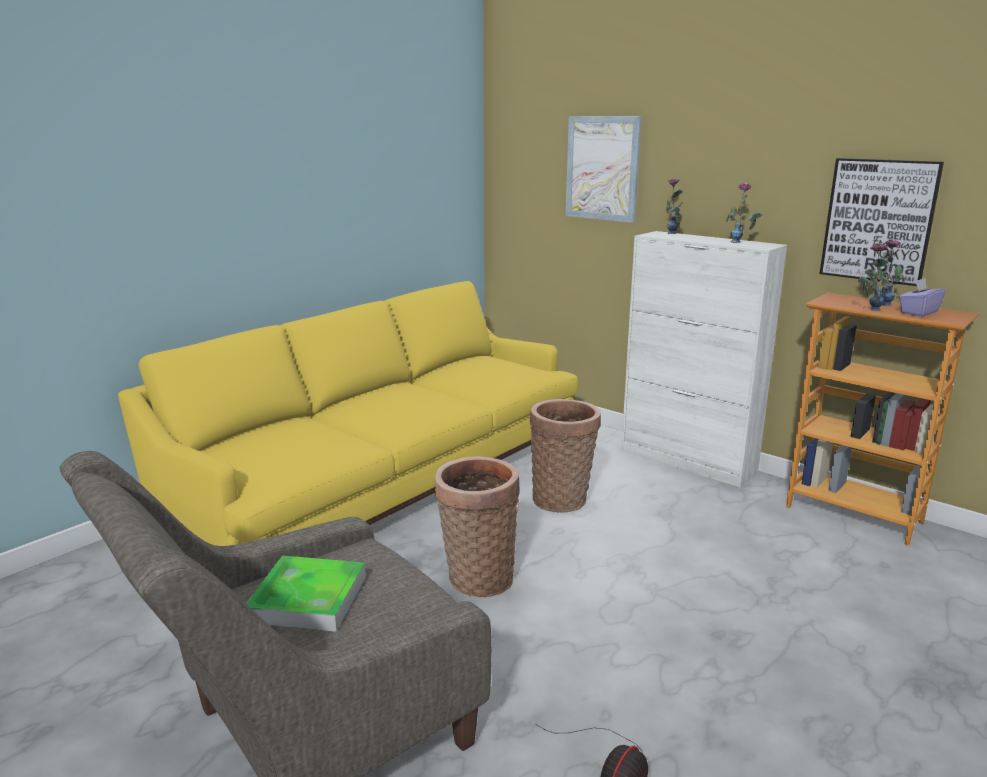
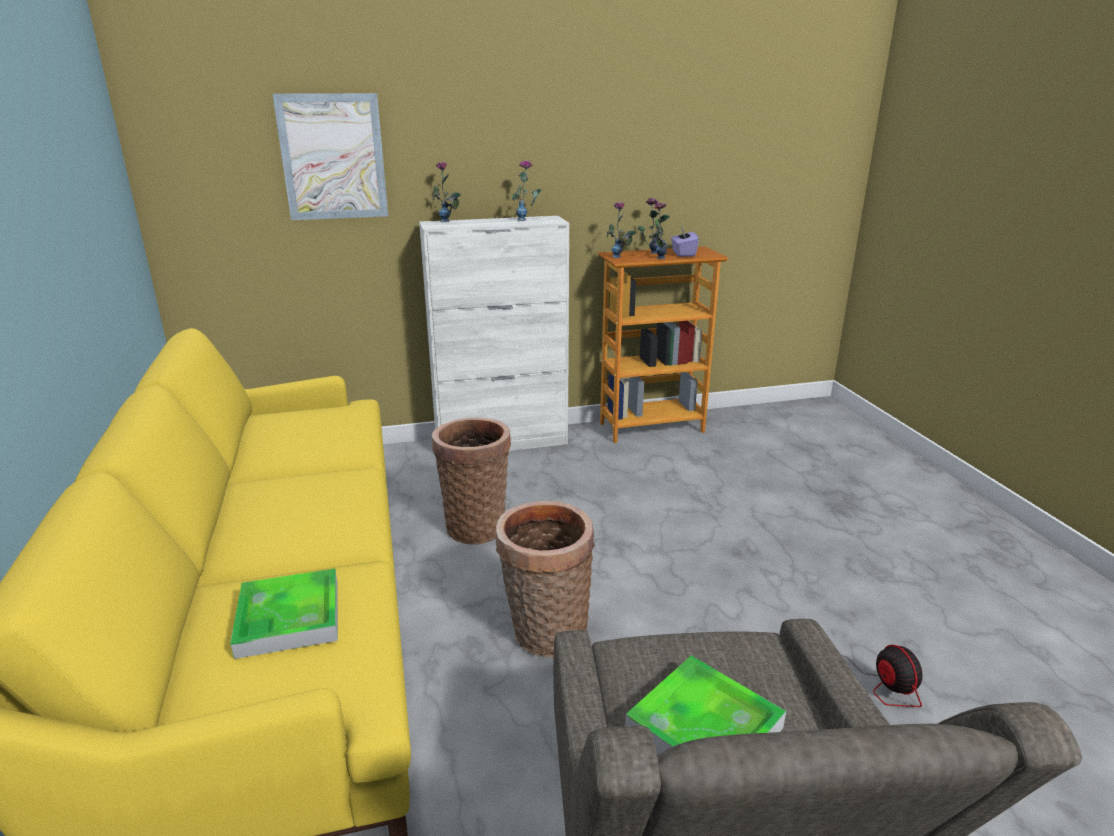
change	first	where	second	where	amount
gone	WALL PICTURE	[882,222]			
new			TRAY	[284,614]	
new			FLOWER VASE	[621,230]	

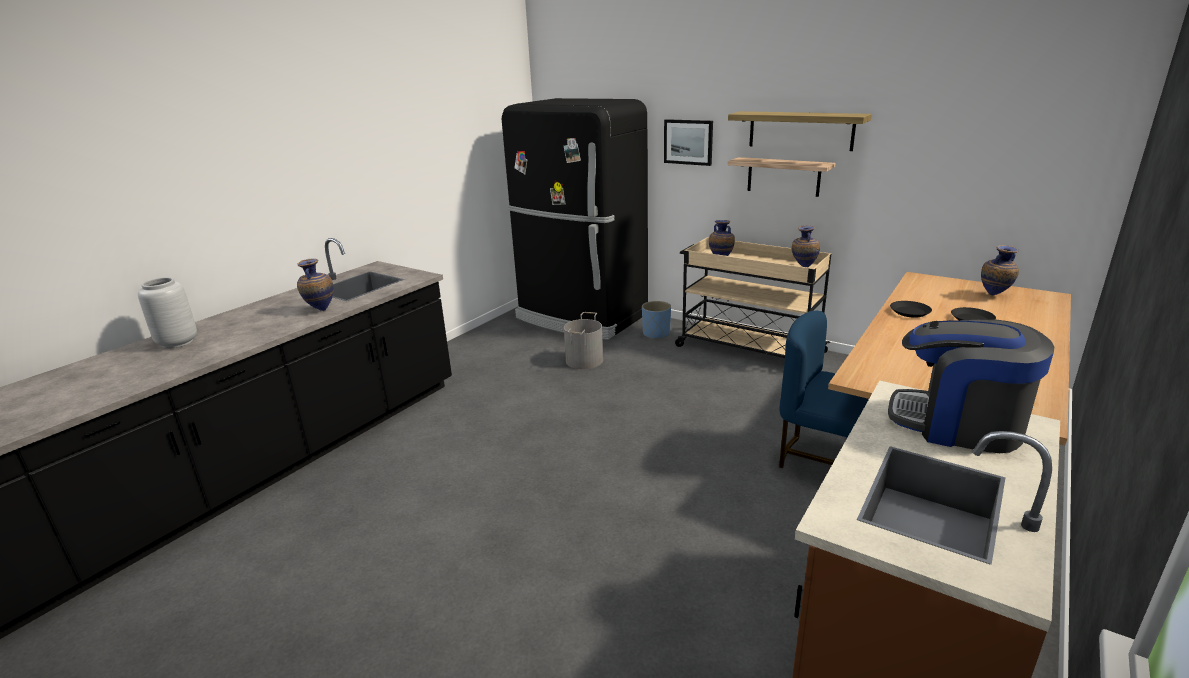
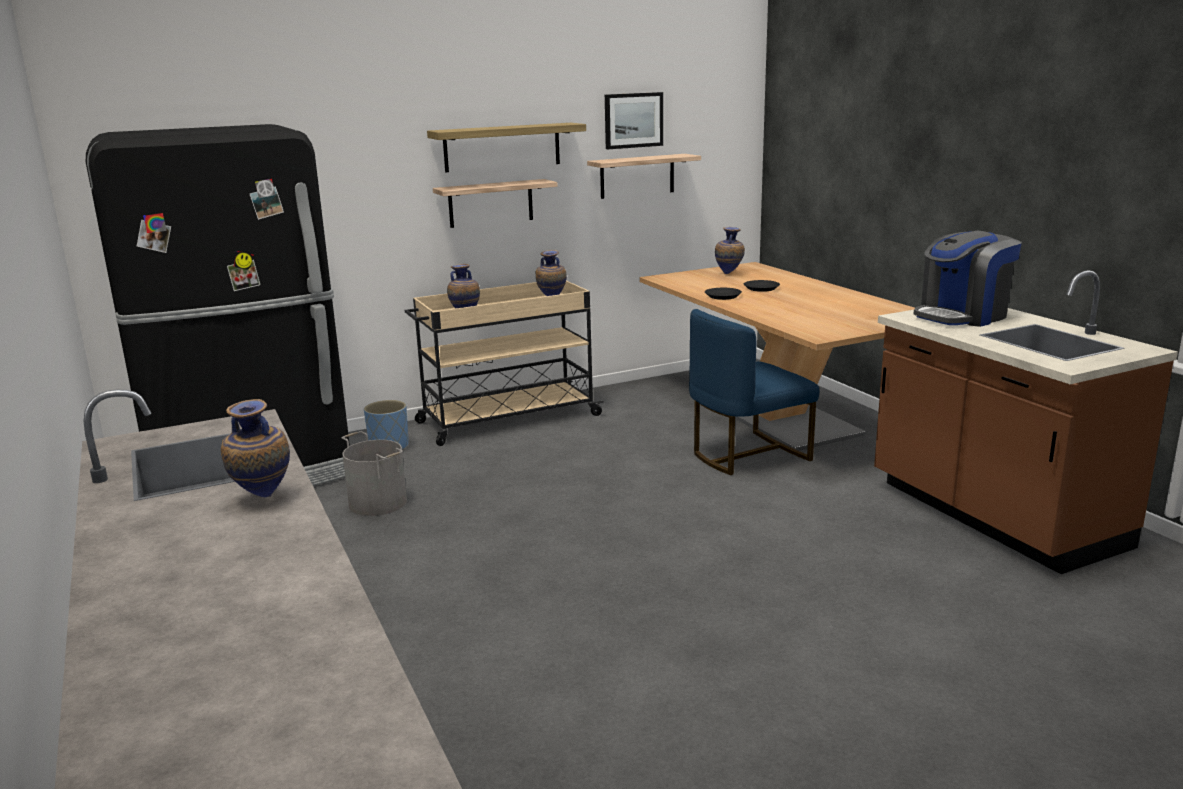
change	first	where	second	where	amount
gone	GRAY FLOWER VASE	[167,312]			
new			BRACKET SHELF	[644,176]	
shifted	WALL PICTURE	[688,142]		[634,120]	

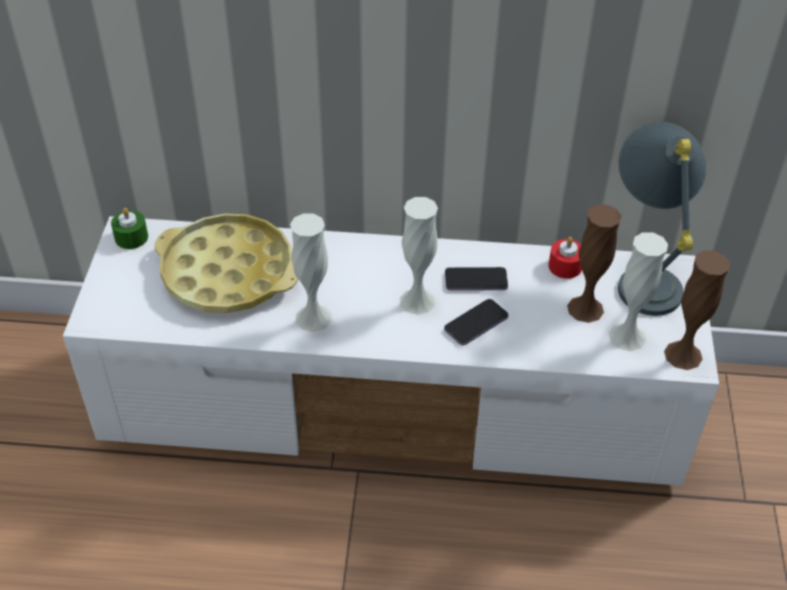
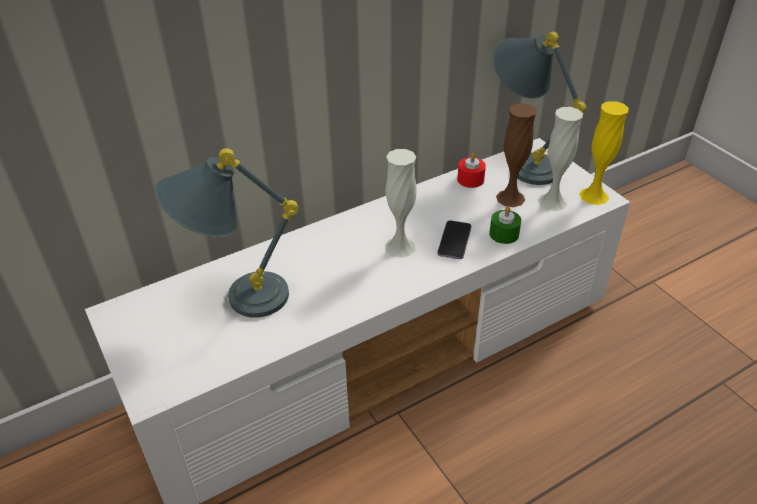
change	first	where	second	where	amount
gone	WHITE FLOWER VASE	[310,272]			
gone	TELEPHONE	[476,279]			
shifted	GREEN WAX CANDLE	[129,228]		[505,225]	
swapped	YELLOW-COLOURED TRAY	[226,263]	GRAY TABLE LAMP	[226,233]	
repainted	BROWNISH FLOWER VASE	[697,310]	YELLOW-COLOURED FLOWER VASE	[604,153]	

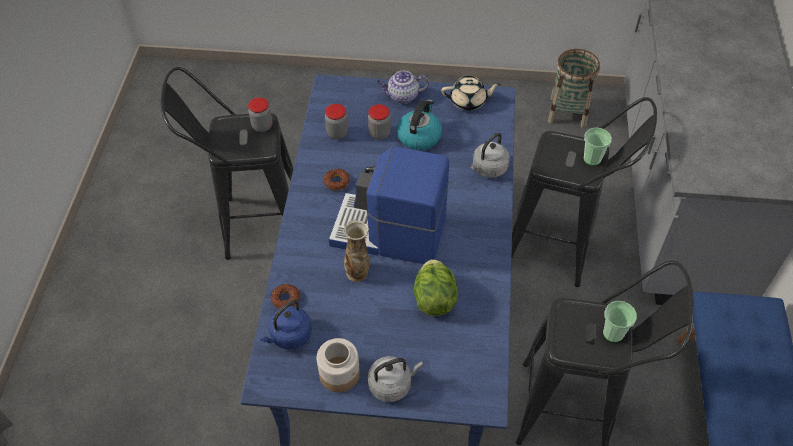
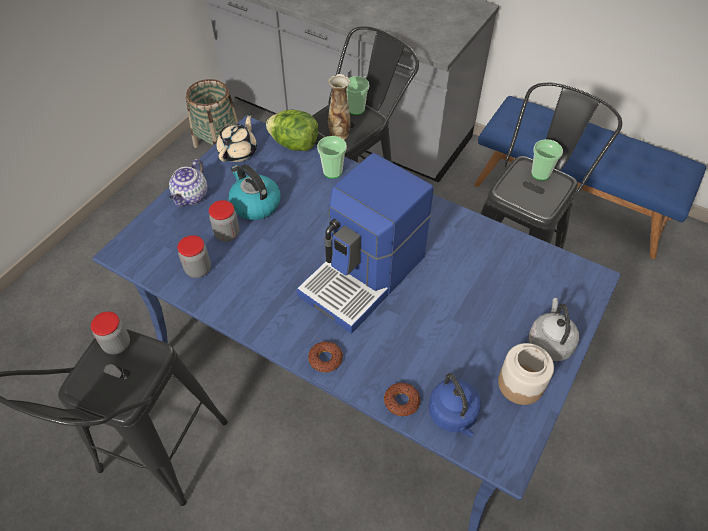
change	first	where	second	where	amount
shifted	DONUT	[336,179]		[325,356]	
shifted	FLOWER VASE	[356,251]		[339,107]	
shifted	LETTUCE HEAD	[435,287]		[292,130]	
swapped	GRAY WATER KETTLE	[490,155]	SMALL CUP	[332,157]	

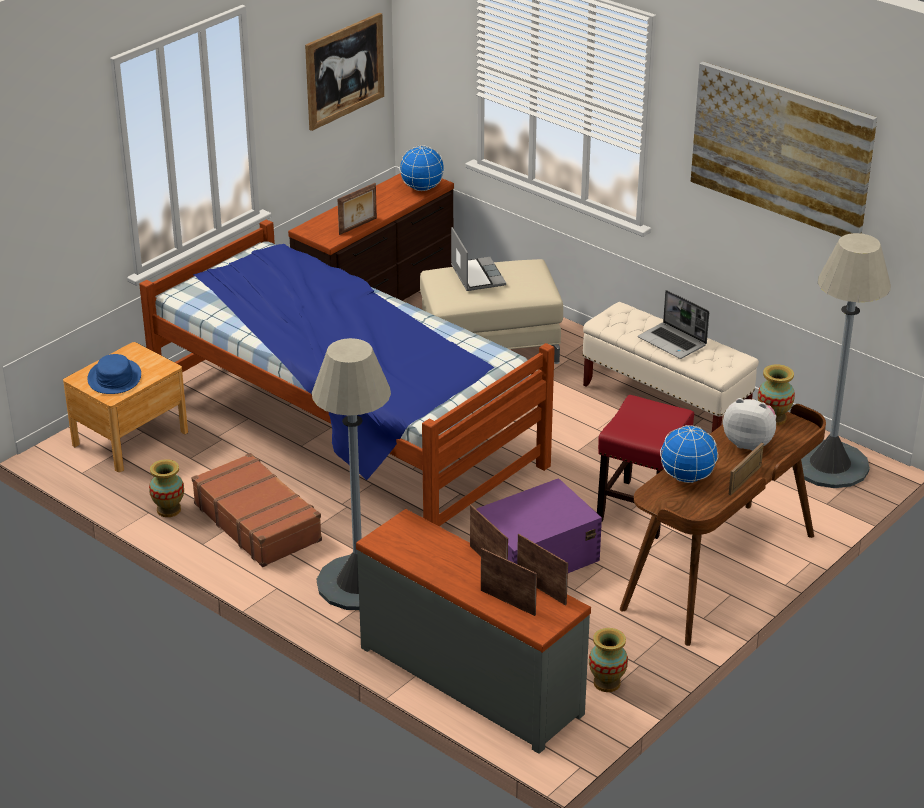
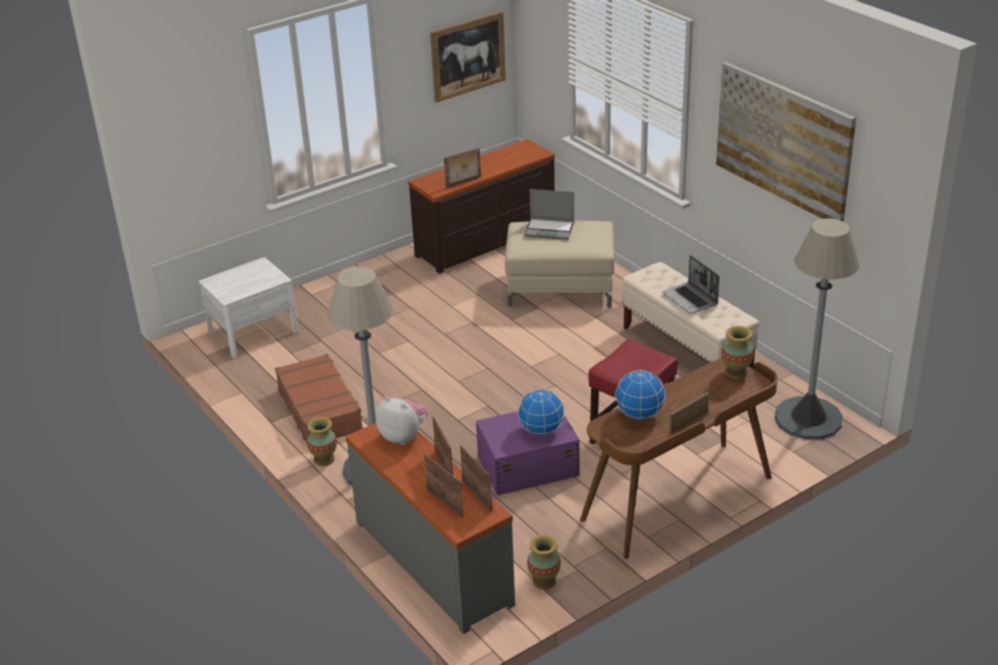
change	first	where	second	where	amount
gone	BLUISH WEARABLE HAT	[114,374]			
gone	SLEEPING BED	[347,372]			
shifted	FLOWER VASE	[166,488]		[322,441]	
shifted	WORLD GLOBE	[422,168]		[541,412]	
shifted	SOFT TOY	[749,424]		[401,421]	
repainted	BROWNISH NIGHT TABLE	[125,407]	WHITE NIGHT TABLE	[248,307]	
rotated	NOTEBOOK COMPUTER	[478,259]		[549,214]	105 degrees clockwise

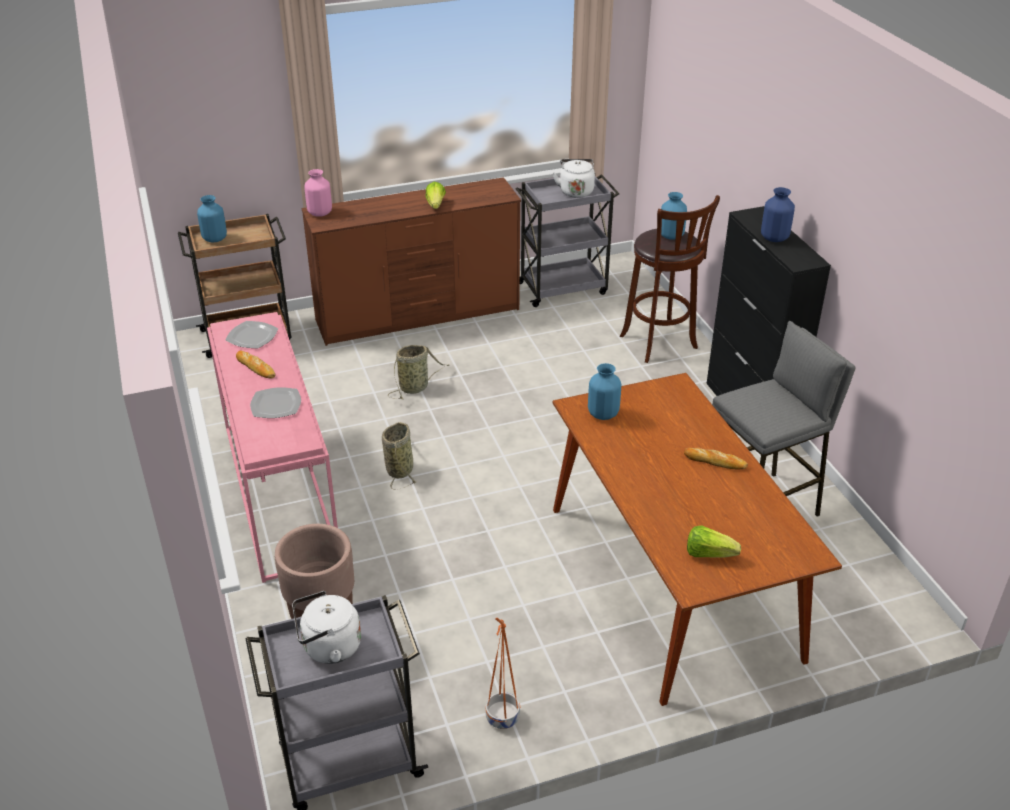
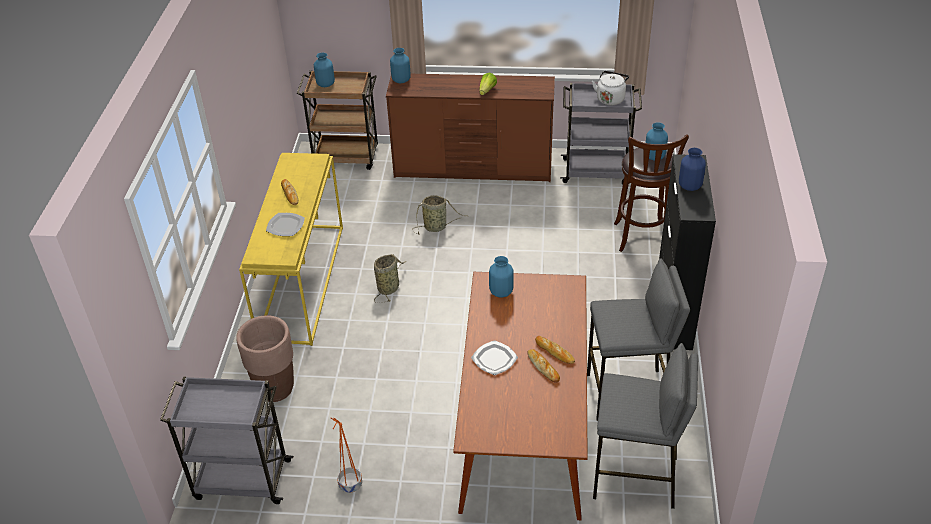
change	first	where	second	where	amount
gone	WHITE WATER KETTLE	[326,627]			
gone	LETTUCE HEAD	[714,541]			
new			BREAD	[544,366]	
new			GRAY SITTING STOOL	[645,426]	
shifted	DINNER PLATE	[252,334]		[494,357]	
repainted	PINKISH CONSOLE TABLE	[272,447]	YELLOW-COLOURED CONSOLE TABLE	[291,249]	
repainted	PINKISH FLOWER VASE	[318,193]	BLUISH FLOWER VASE	[400,65]	

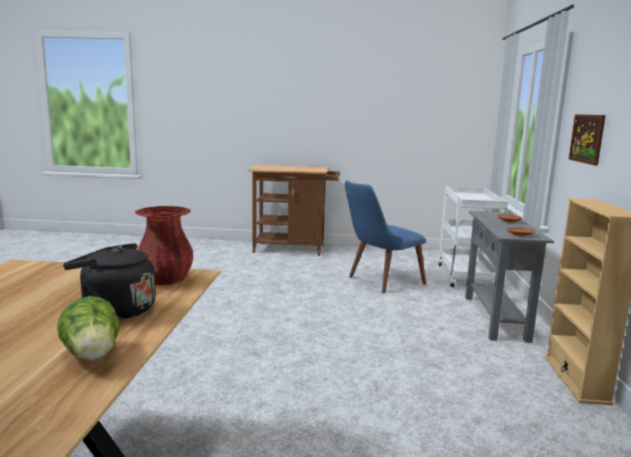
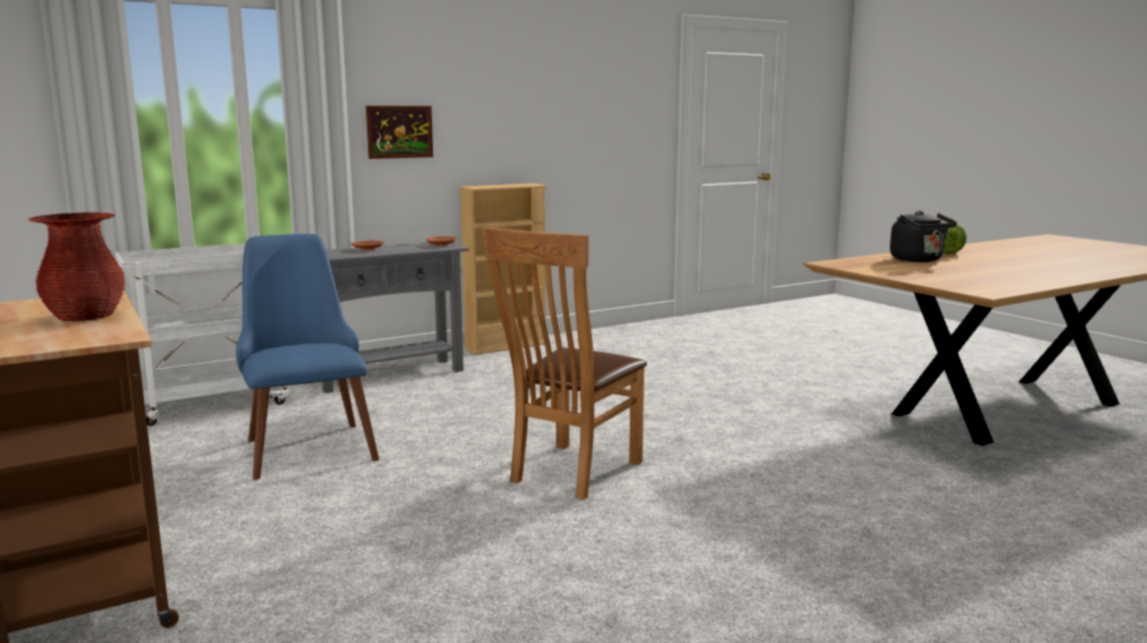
change	first	where	second	where	amount
new			BROWNISH UPRIGHT CHAIR	[564,363]	
shifted	RED FLOWER VASE	[164,245]		[76,266]	
rotated	BLUISH UPRIGHT CHAIR	[385,236]		[307,357]	135 degrees counterclockwise

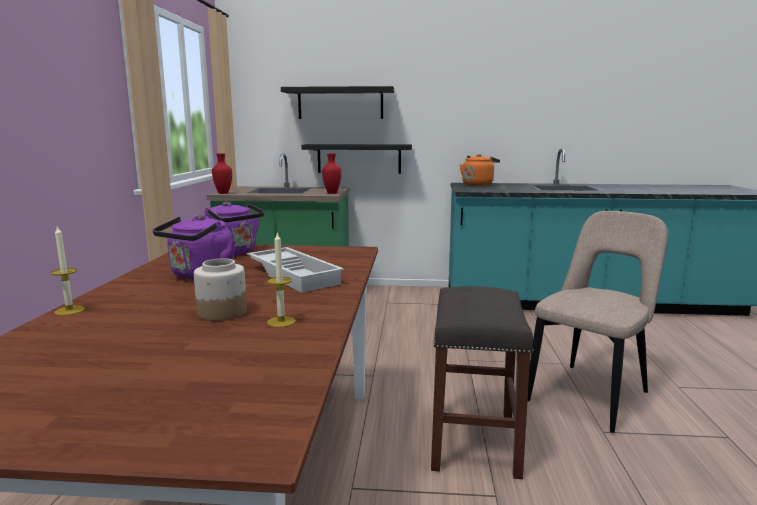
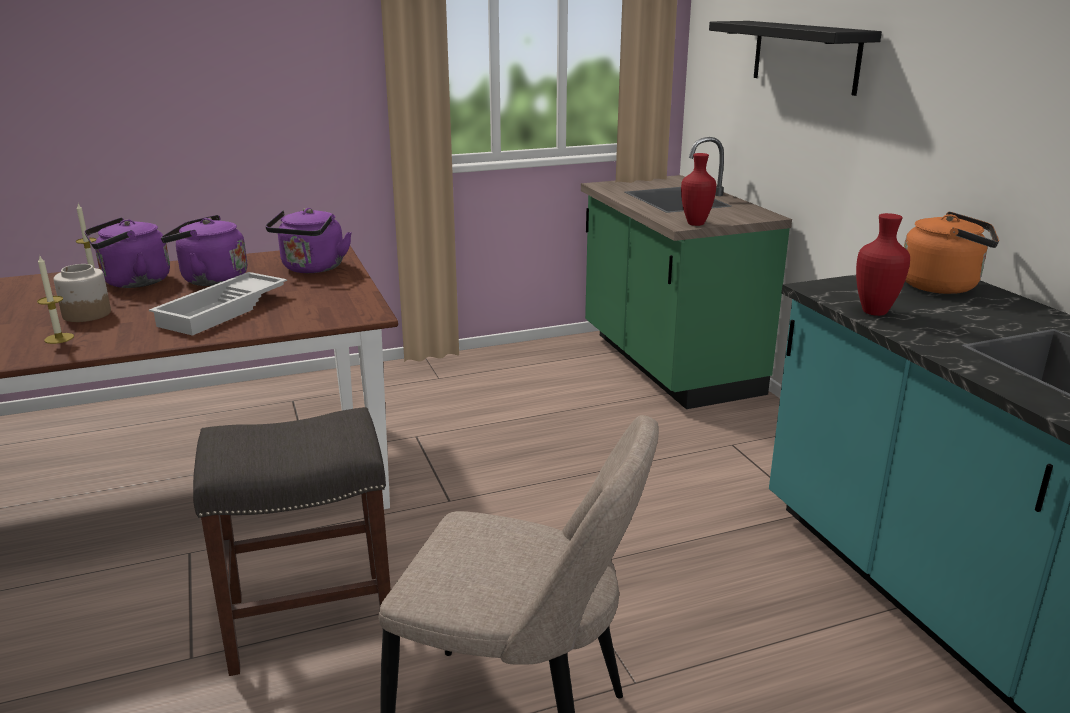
change	first	where	second	where	amount
gone	BLACK BRACKET SHELF	[357,159]			
new			PURPLE WATER KETTLE	[127,252]	
shifted	RED FLOWER VASE	[222,173]		[883,264]	

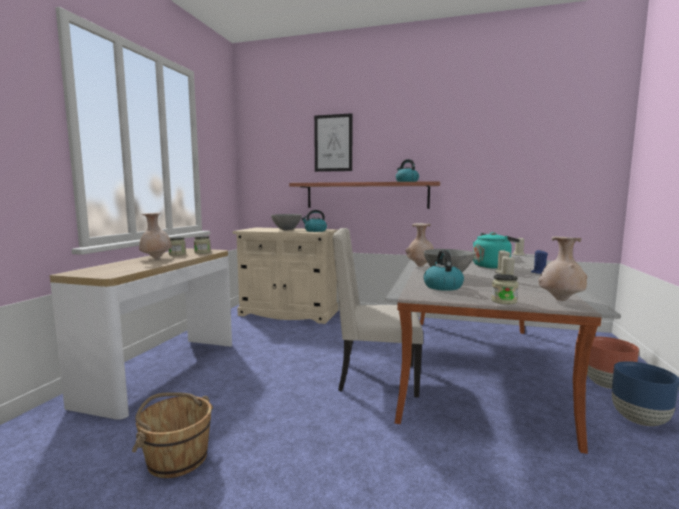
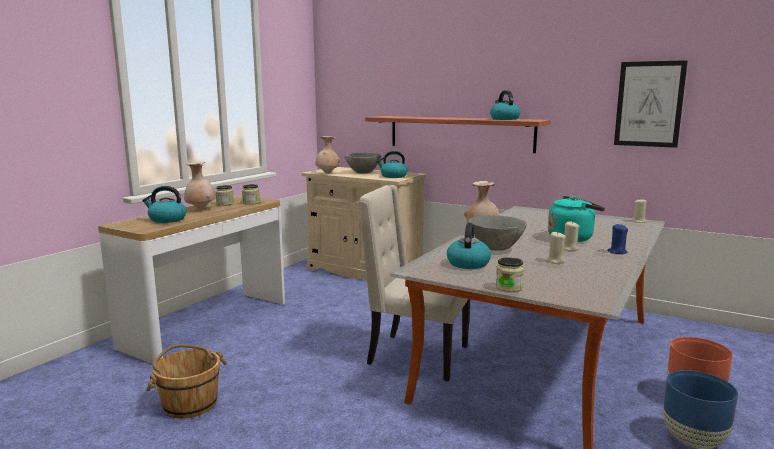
change	first	where	second	where	amount
new			WATER KETTLE	[164,204]	
shifted	WALL PICTURE	[333,142]		[651,104]	
shifted	SAND-COLOURED FLOWER VASE	[562,268]		[328,155]	

